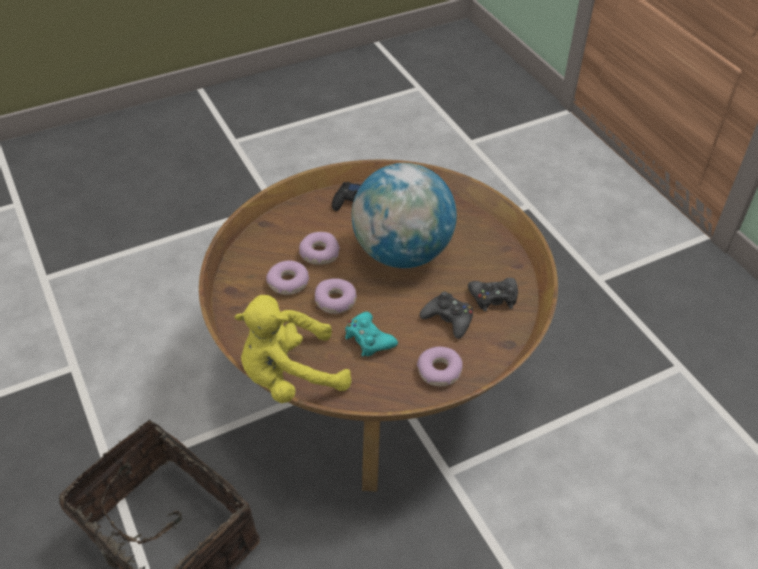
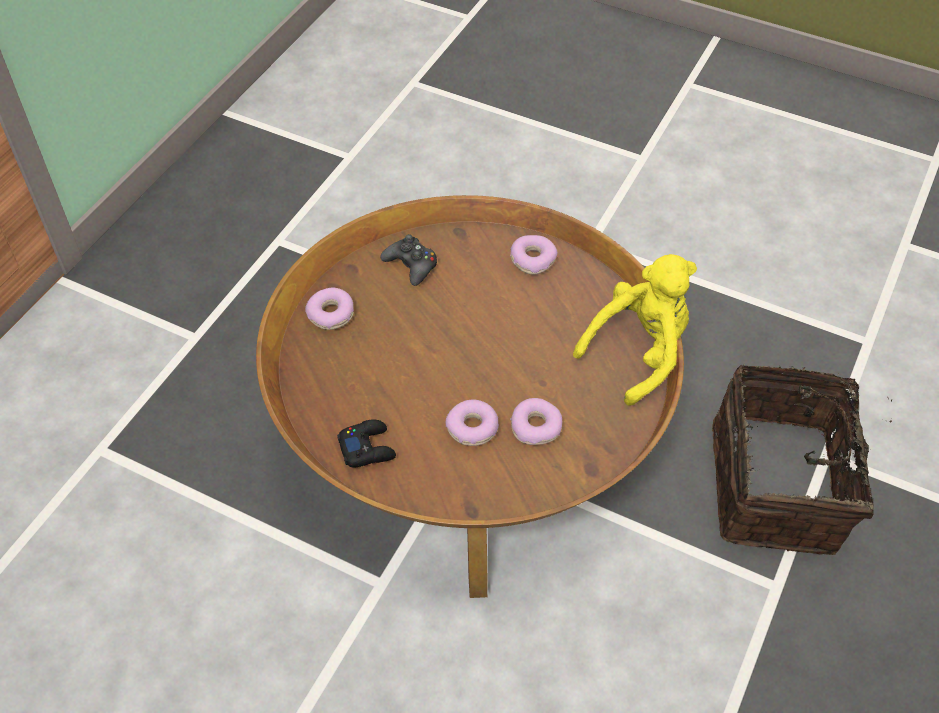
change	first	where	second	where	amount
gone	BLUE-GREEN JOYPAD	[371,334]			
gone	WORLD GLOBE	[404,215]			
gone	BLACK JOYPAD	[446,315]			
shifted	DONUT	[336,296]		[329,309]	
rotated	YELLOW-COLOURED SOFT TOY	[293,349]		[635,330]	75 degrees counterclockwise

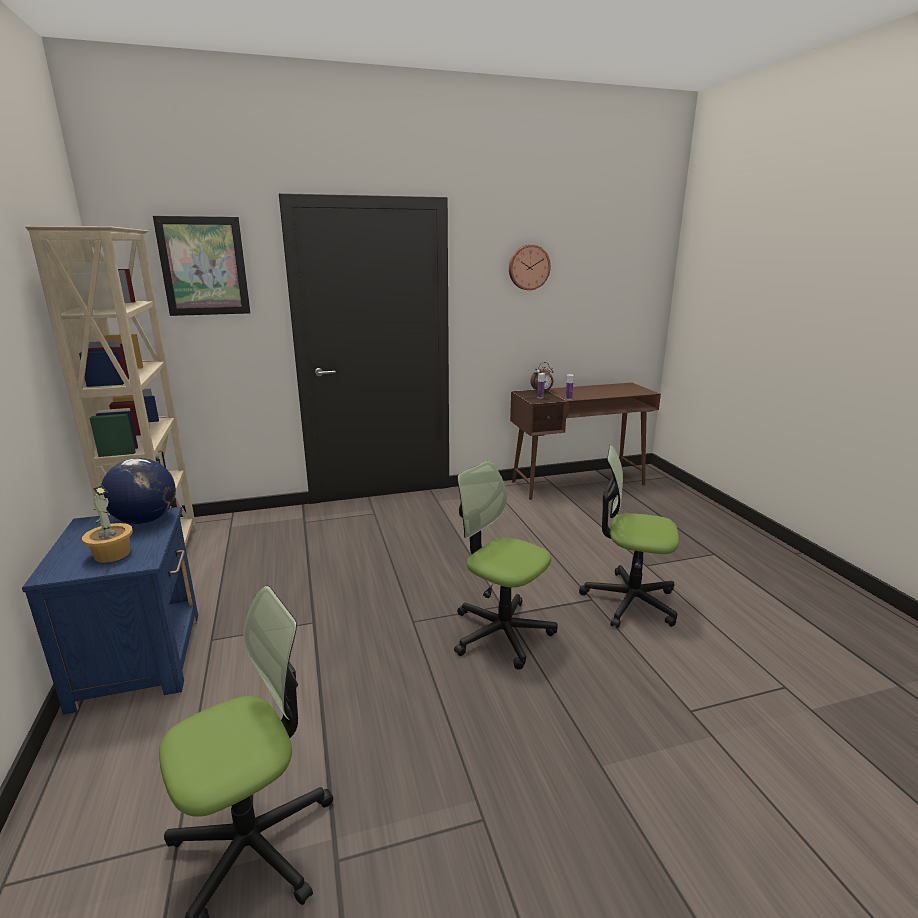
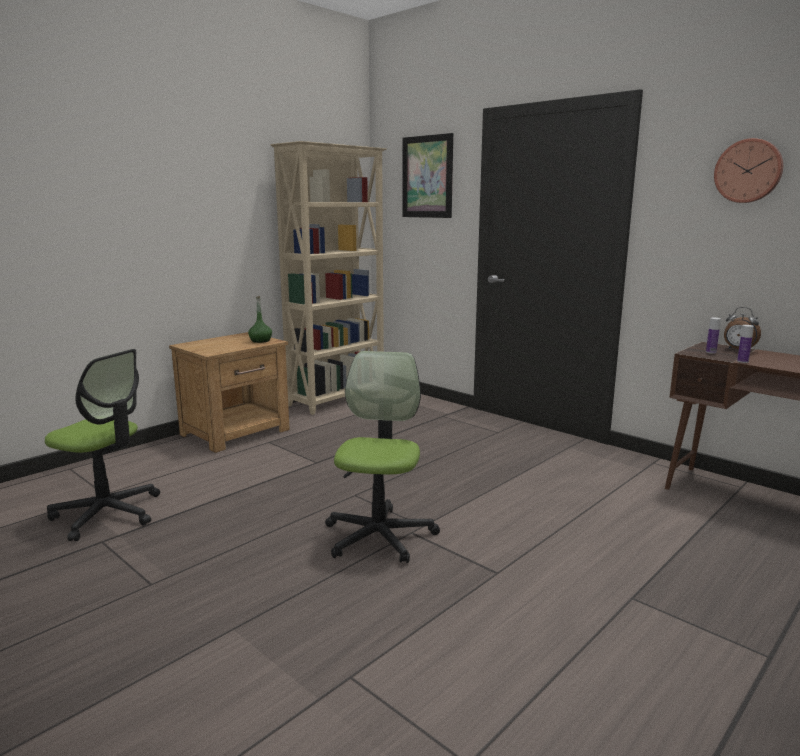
change	first	where	second	where	amount
gone	HOUSEPLANT	[107,524]			
gone	COMPUTER CHAIR	[629,536]			
swapped	WORLD GLOBE	[138,491]	GREEN DRINK BOTTLE	[260,319]	
repainted	BLUISH NIGHT TABLE	[110,610]	BROWNISH NIGHT TABLE	[229,392]	

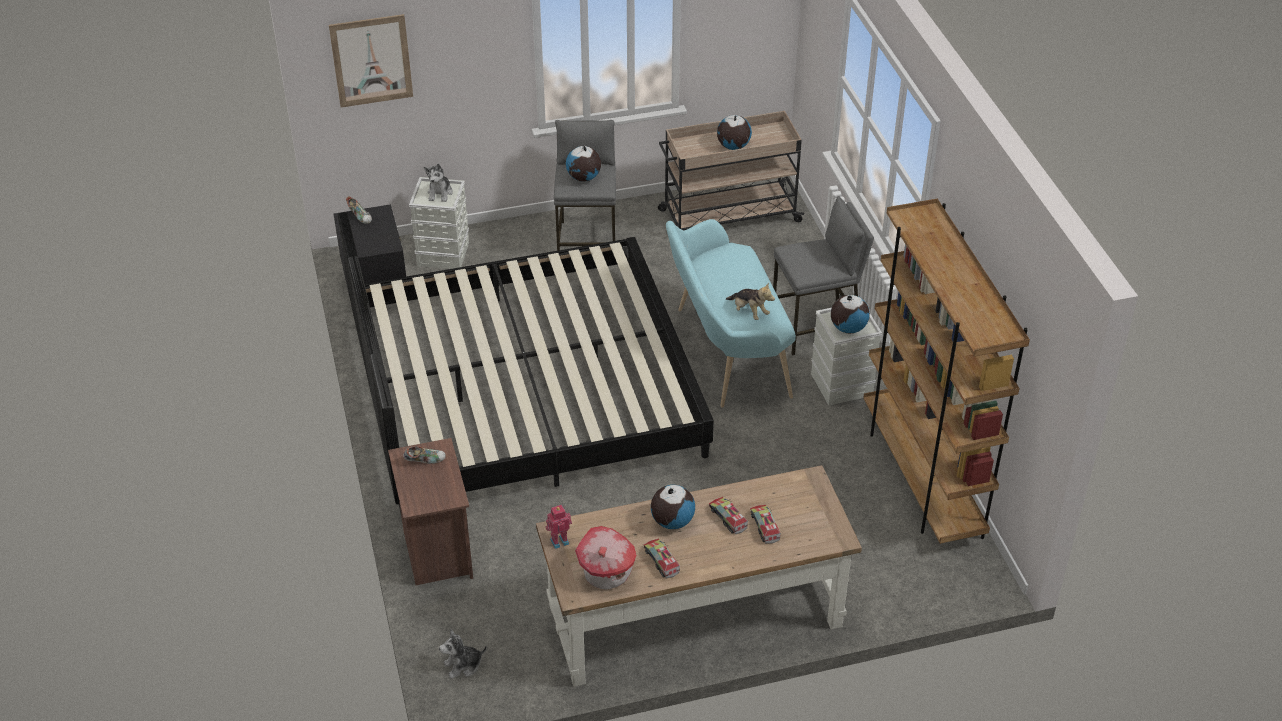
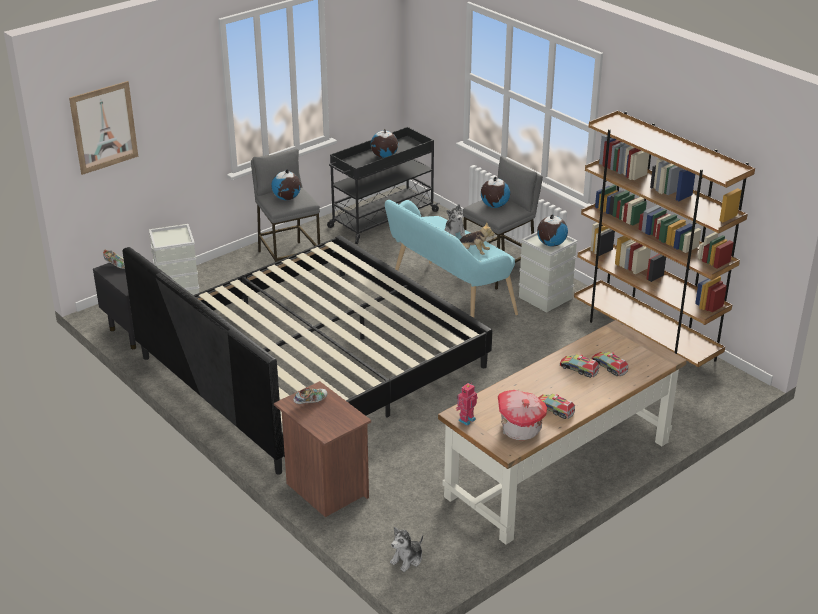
change	first	where	second	where	amount
shifted	SOFT TOY	[438,183]		[455,220]	
shifted	WORLD GLOBE	[673,507]		[495,192]	
repainted	SAND-COLOURED CART	[731,170]	BLACK CART	[383,185]	

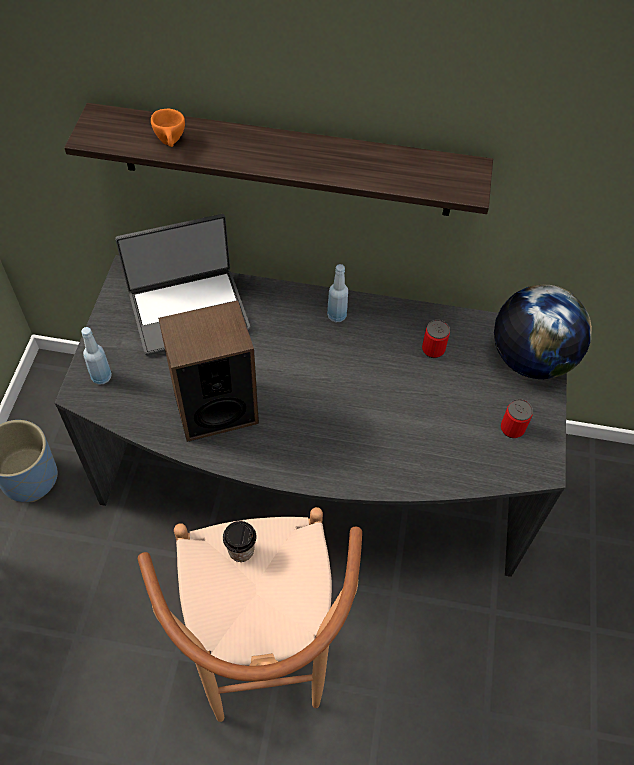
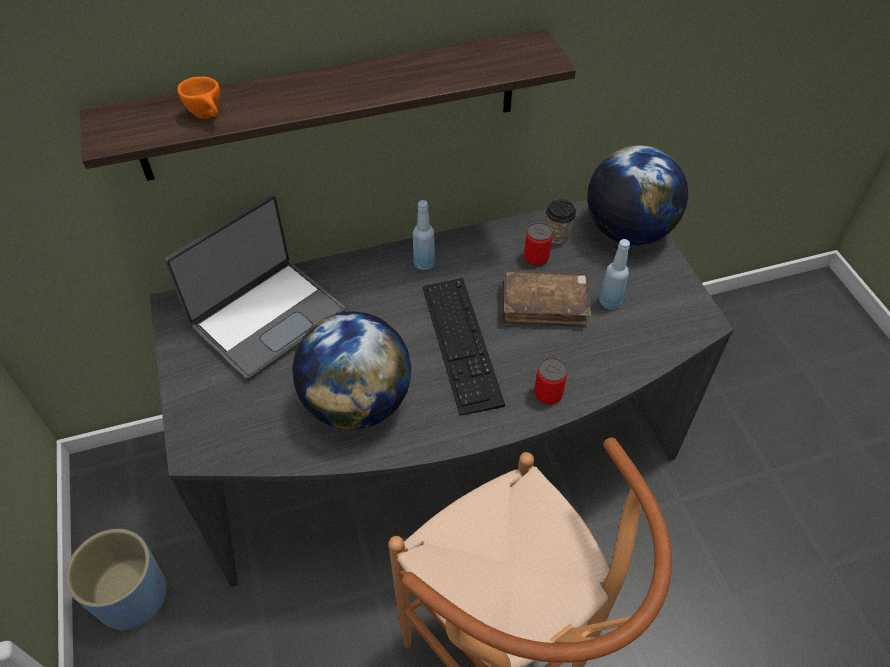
change	first	where	second	where	amount
new			COMPUTER KEYBOARD	[463,347]	
new			BROWNISH BOOK	[546,298]	
shifted	BLUISH DRINK BOTTLE	[96,356]		[614,274]	
shifted	SMALL CUP	[239,541]		[561,221]	
shifted	METAL CAN	[517,418]		[550,381]	
swapped	AUDIO SPEAKER	[208,371]	WORLD GLOBE	[351,371]	

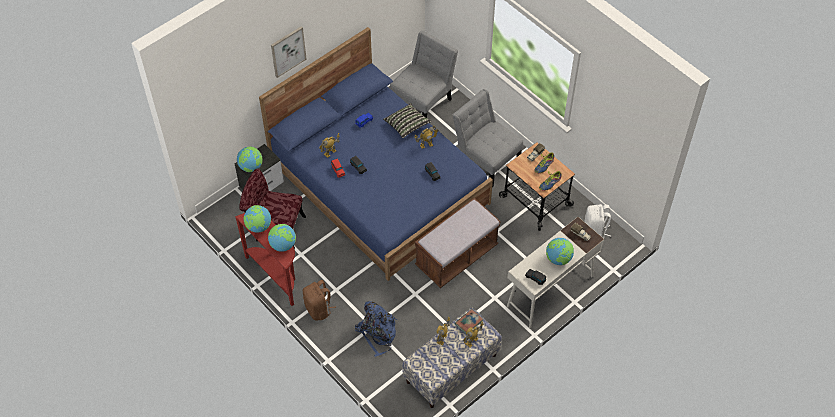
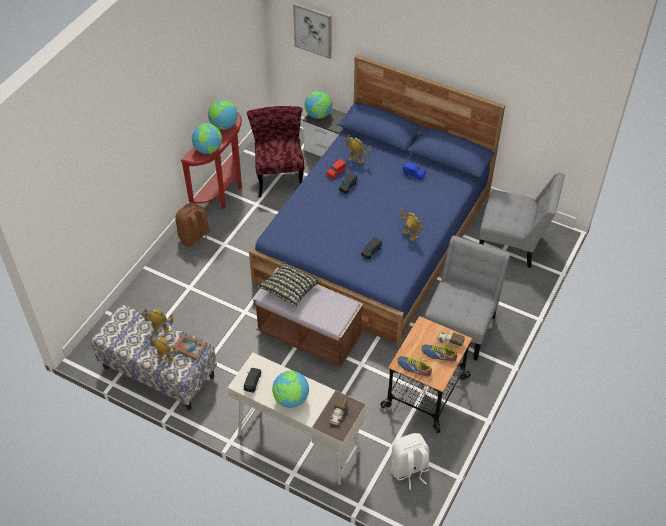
change	first	where	second	where	amount
gone	BLUISH KNAPSACK	[376,329]			
shifted	WALL PICTURE	[289,52]		[312,31]	
shifted	PILLOW	[407,120]		[289,284]	

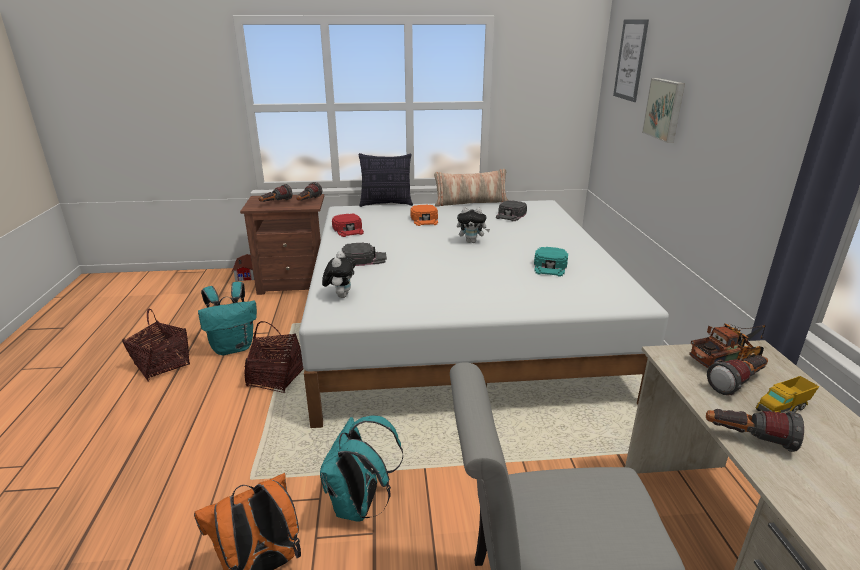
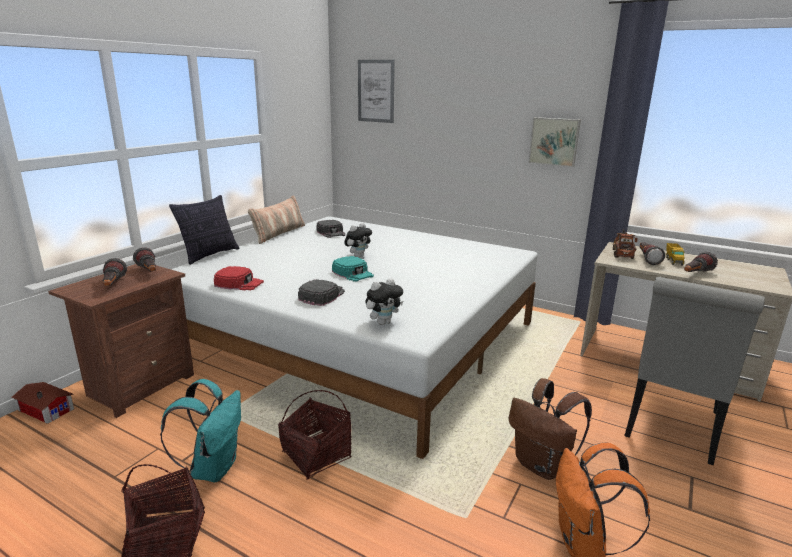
change	first	where	second	where	amount
gone	ORANGE CAP	[424,215]			
shifted	BLUE-GREEN CAP	[551,262]		[353,269]	
shifted	WALL PICTURE	[663,110]		[555,142]	
repainted	BLUE-GREEN KNAPSACK	[361,468]	BROWNISH KNAPSACK	[550,429]	
rotated	SOFT TOY	[339,274]		[384,301]	105 degrees clockwise

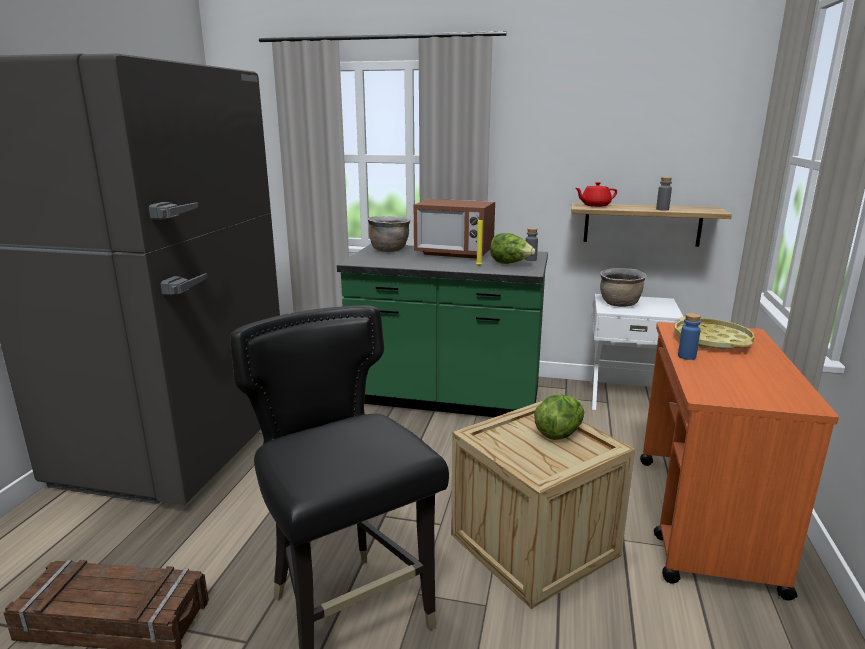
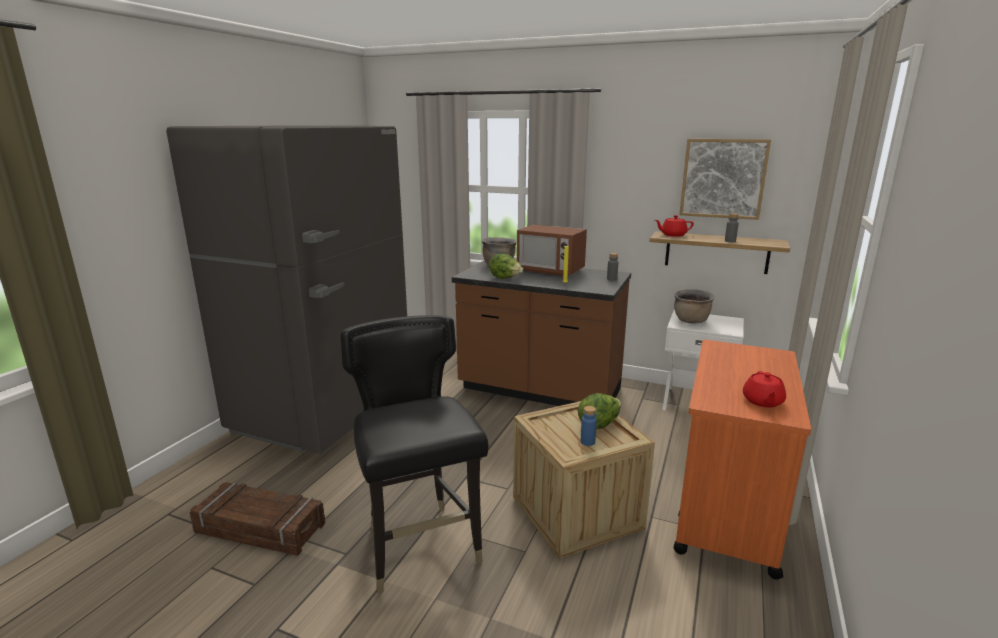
change	first	where	second	where	amount
gone	YELLOW-COLOURED TRAY	[714,333]			
new			WALL PICTURE	[725,179]	
new			RED TEA POT	[764,389]	
shifted	LETTUCE HEAD	[512,248]		[506,266]	
shifted	BLUISH DRINK BOTTLE	[689,336]		[589,426]	
repainted	GREEN KITCHEN BASE UNIT	[442,330]	BROWNISH KITCHEN BASE UNIT	[541,333]	

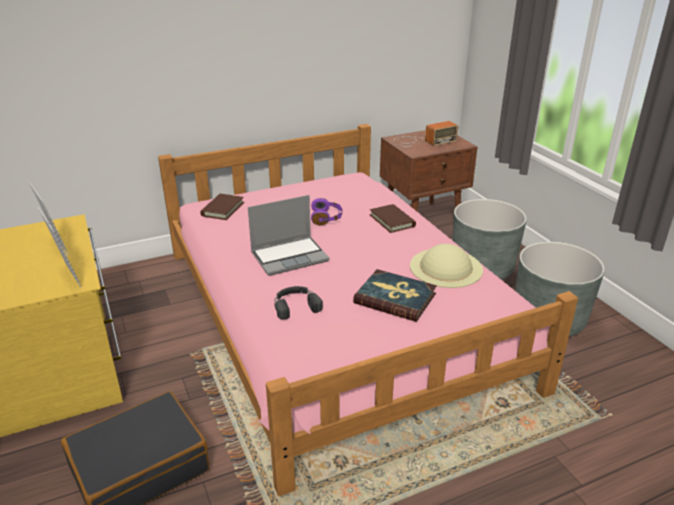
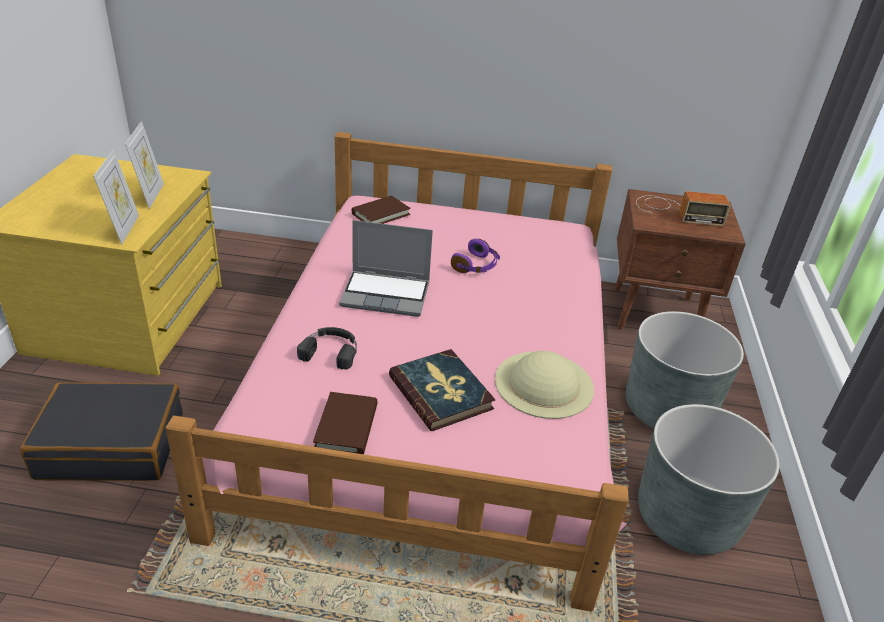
change	first	where	second	where	amount
shifted	BROWNISH BOOK	[393,218]		[345,423]	

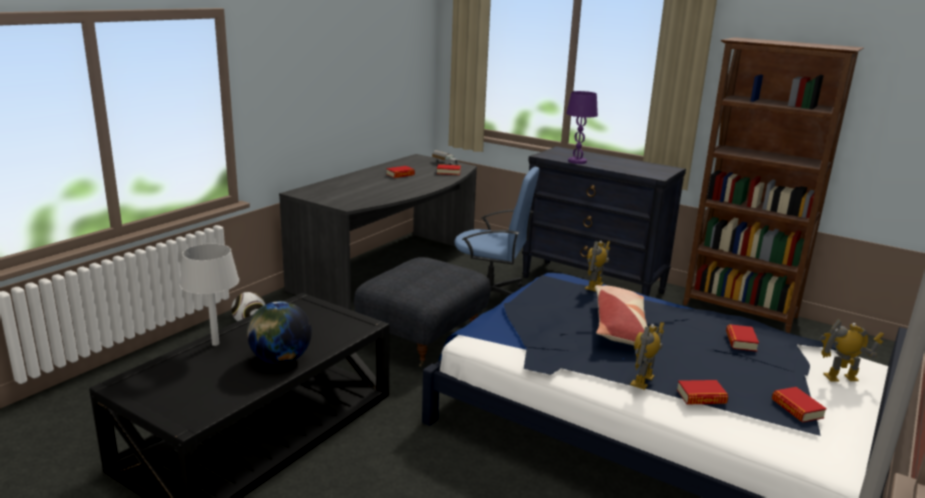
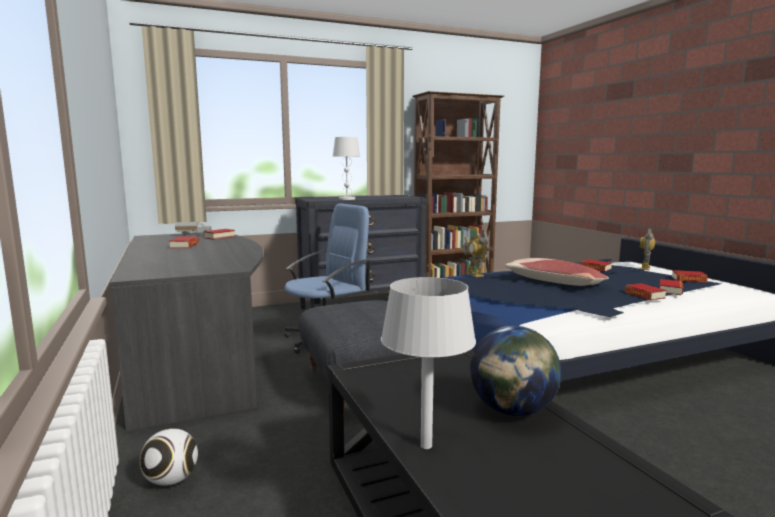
change	first	where	second	where	amount
swapped	TOY ROBOT	[647,356]	BOOK	[646,291]	
repainted	PURPLE TABLE LAMP	[582,127]	WHITE TABLE LAMP	[346,168]	

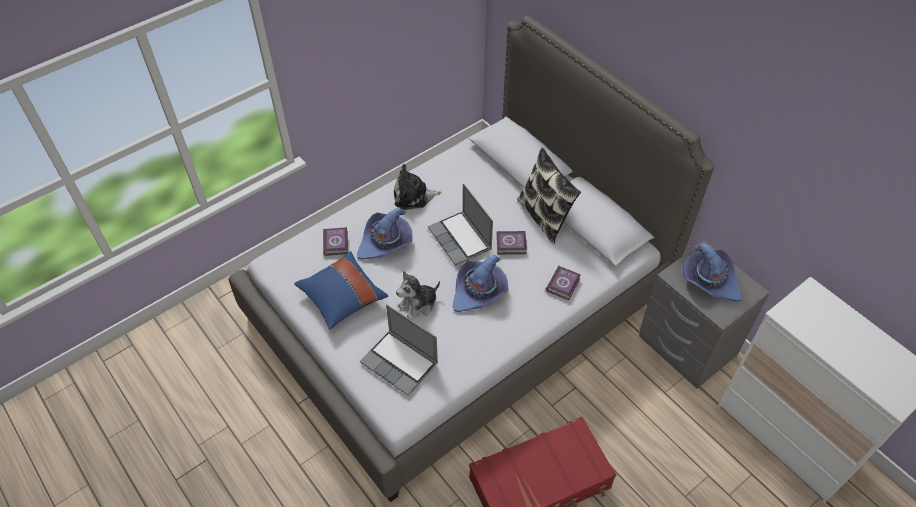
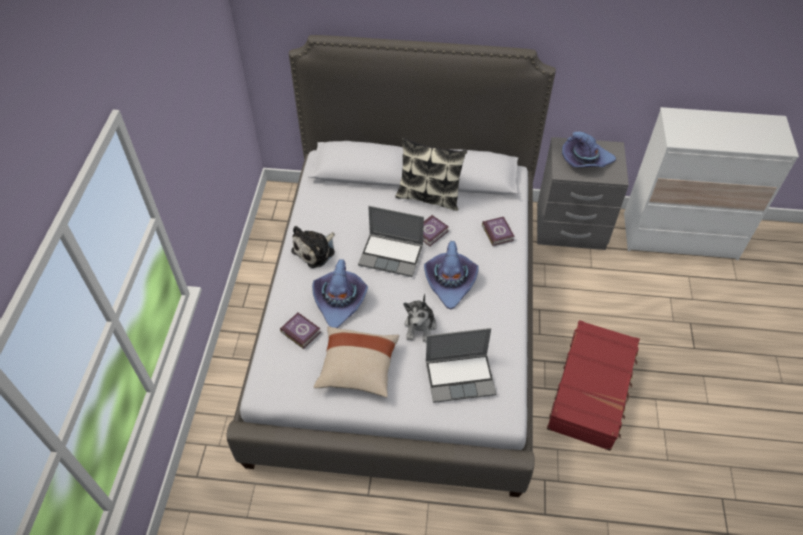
change	first	where	second	where	amount
repainted	BLUISH PILLOW	[341,290]	SAND-COLOURED PILLOW	[356,362]	

